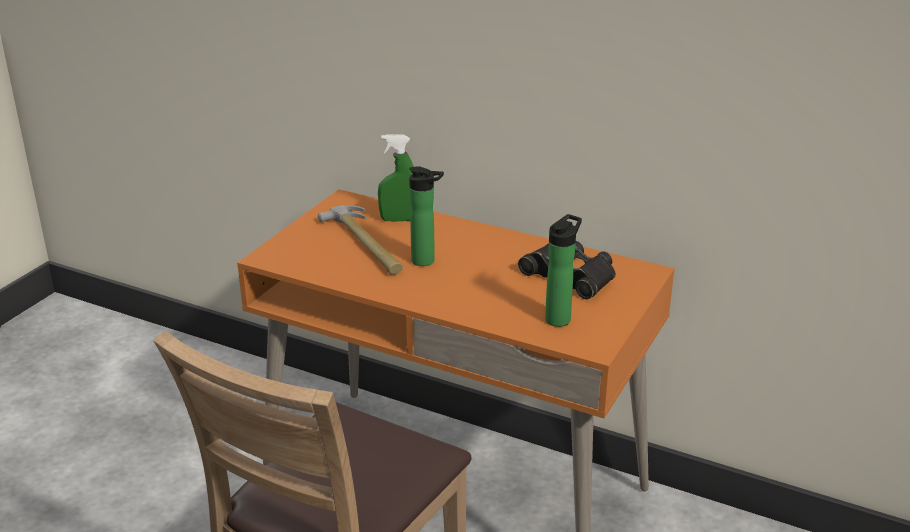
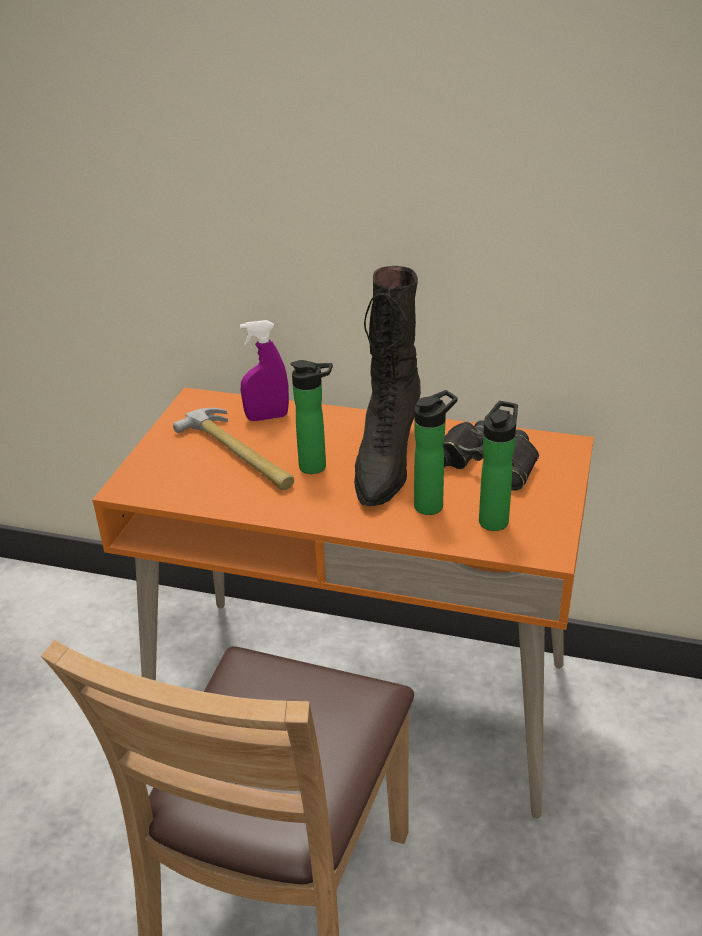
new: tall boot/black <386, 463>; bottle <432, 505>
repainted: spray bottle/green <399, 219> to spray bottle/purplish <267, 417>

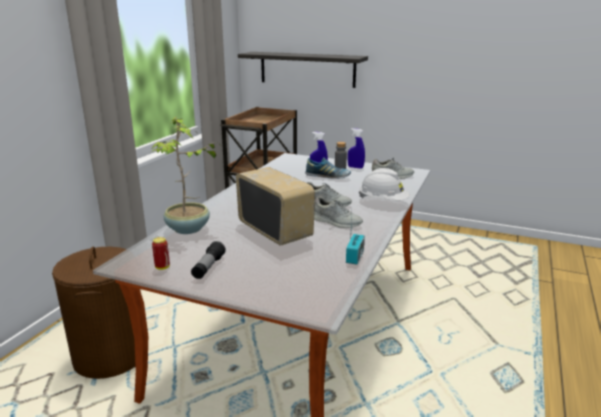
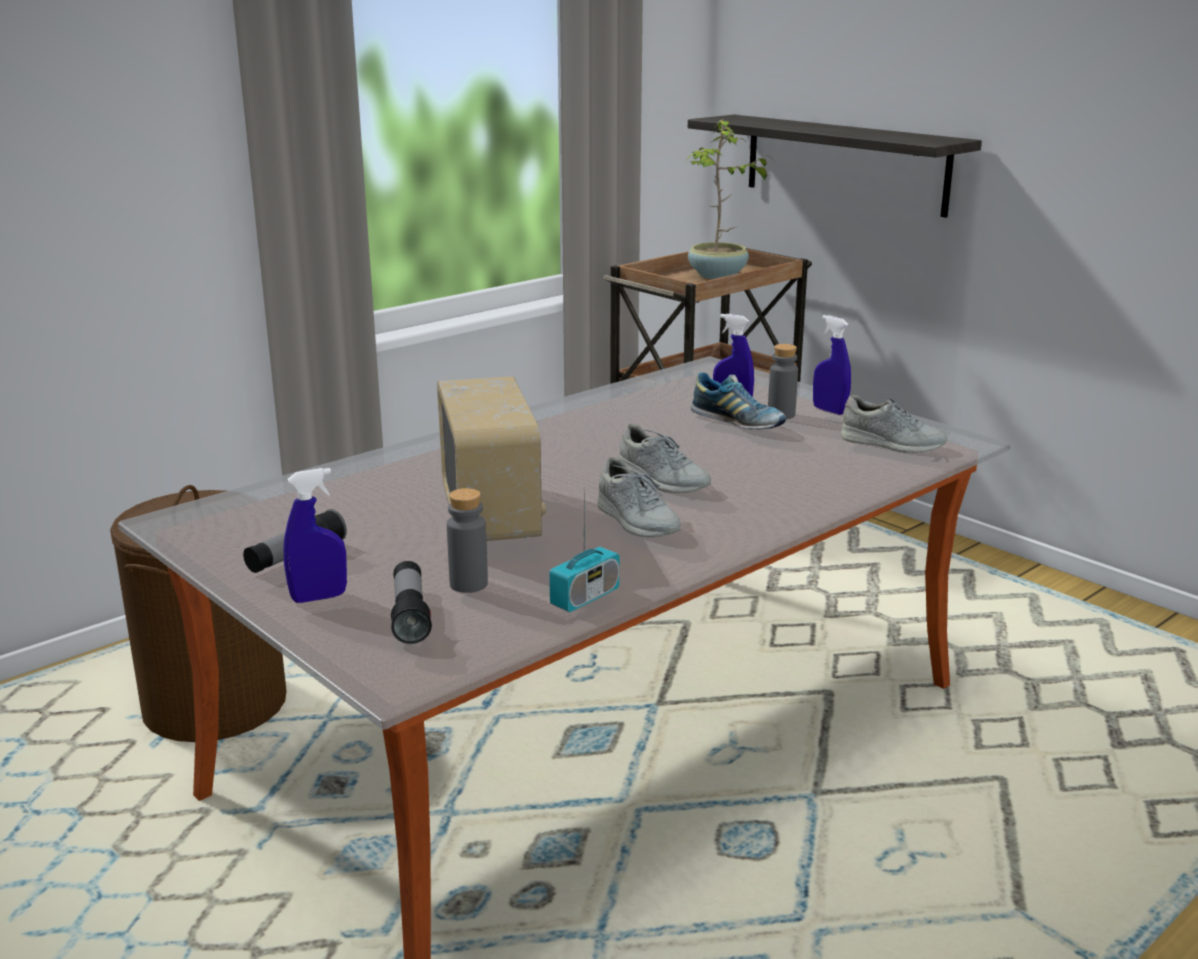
gone: sealed can <162, 267>; work helmet/whitish <383, 201>
new: spray bottle/bluish <319, 597>; hand torch <410, 615>; bottle/greyish <468, 584>
shifted: potted plant <188, 229> to <717, 276>

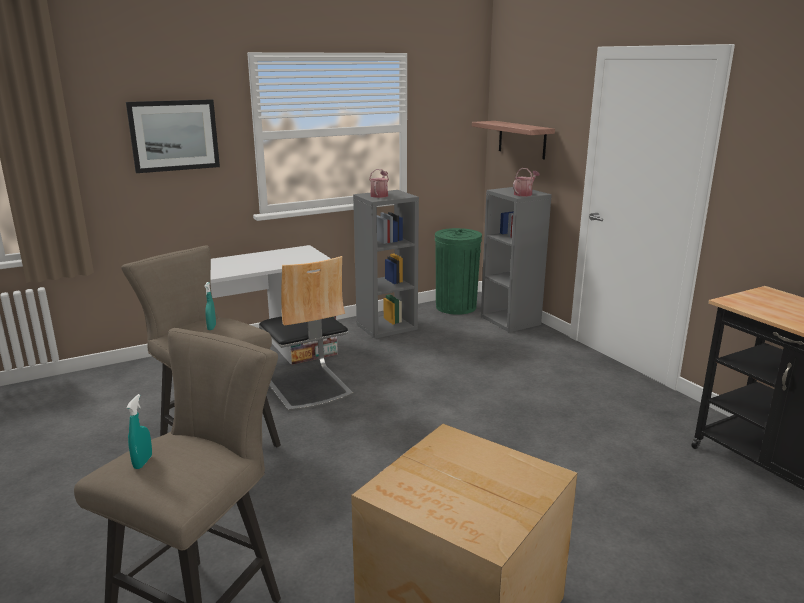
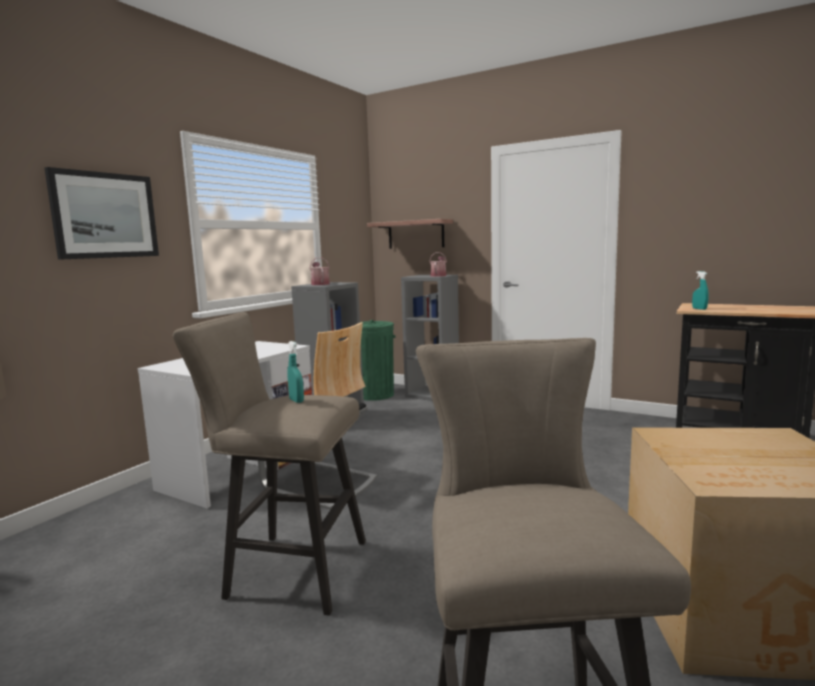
shifted: spray bottle/turquoise <143, 462> to <699, 309>

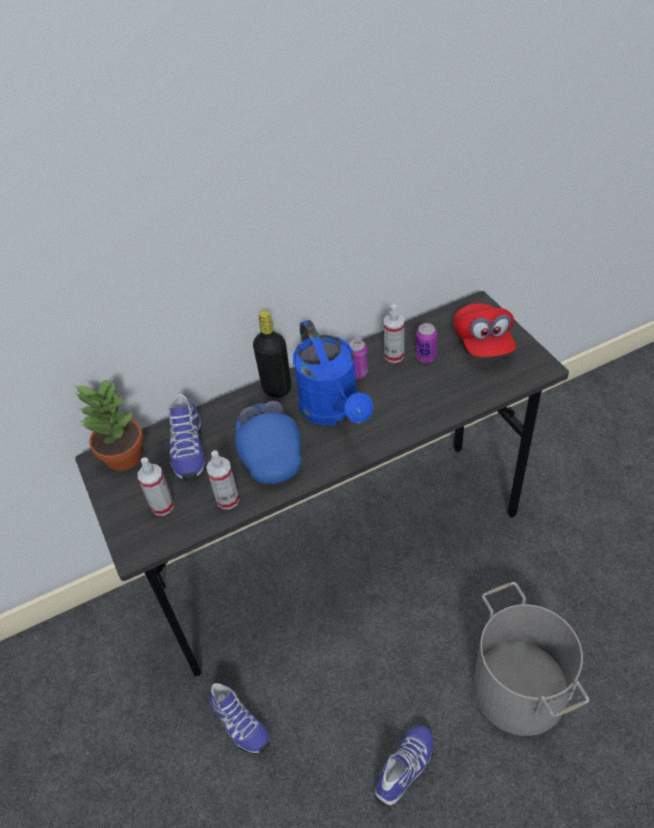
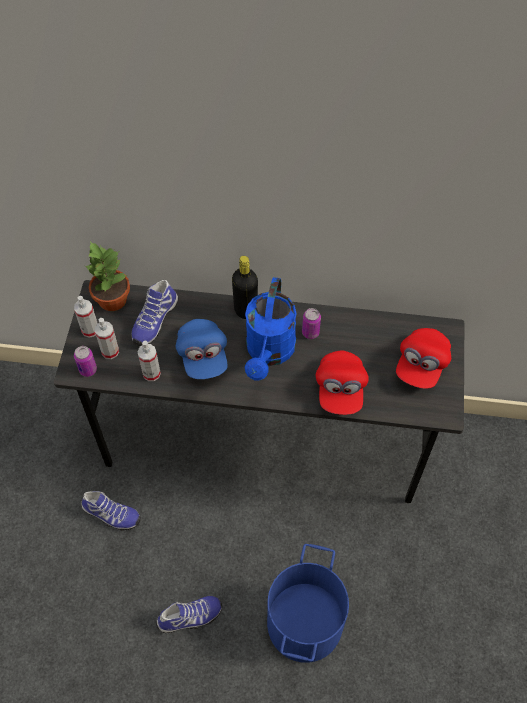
new: baseball cap/red <340, 390>
shifted: spray bottle <394, 355> to <90, 330>; sealed can <425, 357> to <88, 370>
repainted: water bucket/greyish <518, 690> to water bucket/bluish <303, 623>
rotated: item of footwear <238, 723> = <110, 515> 60 degrees counterclockwise; baseball cap/bluish <270, 452> = <203, 356> 150 degrees clockwise

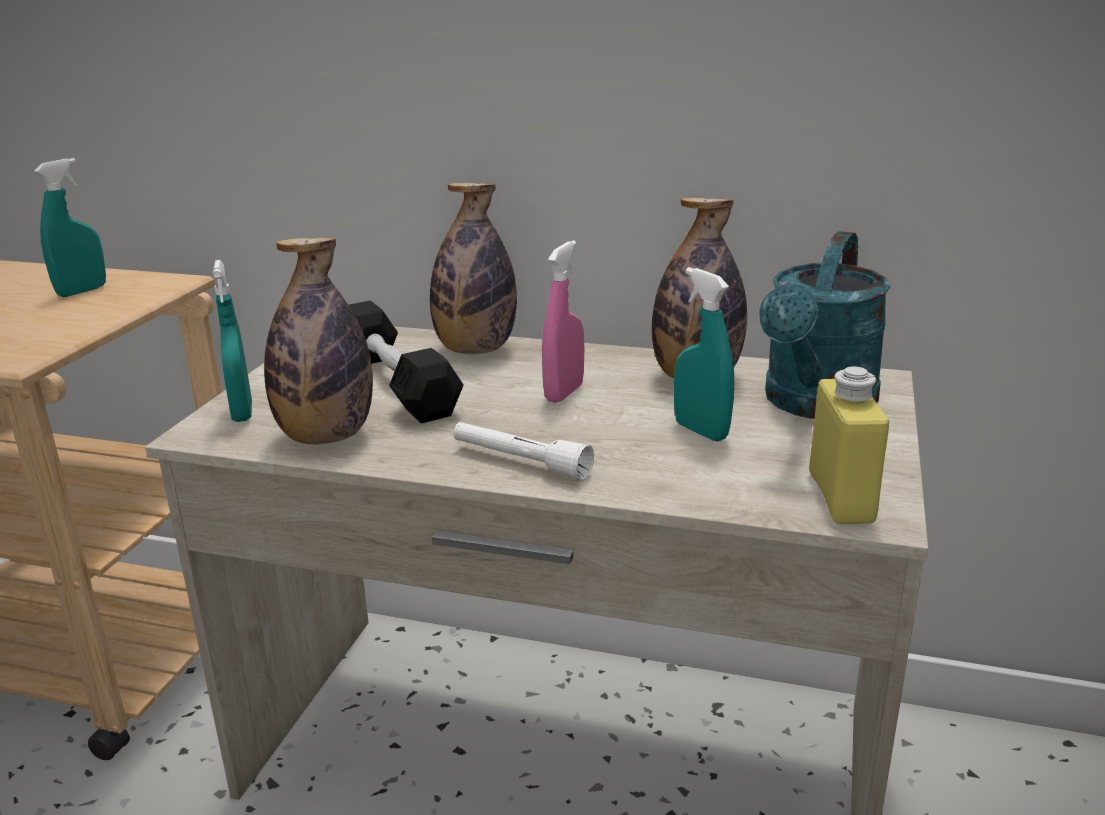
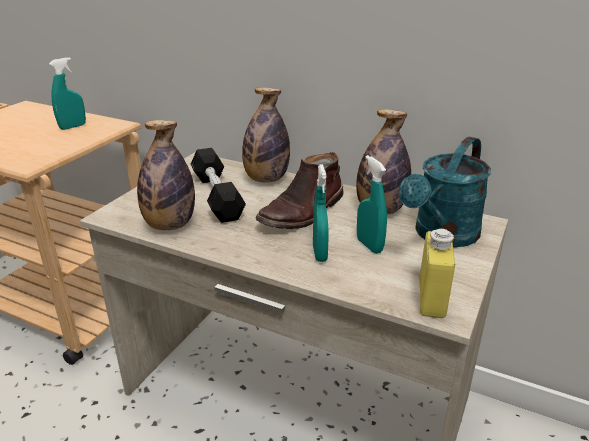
gone: hand torch/whitish <520, 462>
shifted: spray bottle/turquoise <242, 412> to <319, 253>
swapped: spray bottle/pink-coloured <564, 393> to tall boot/brown <303, 212>

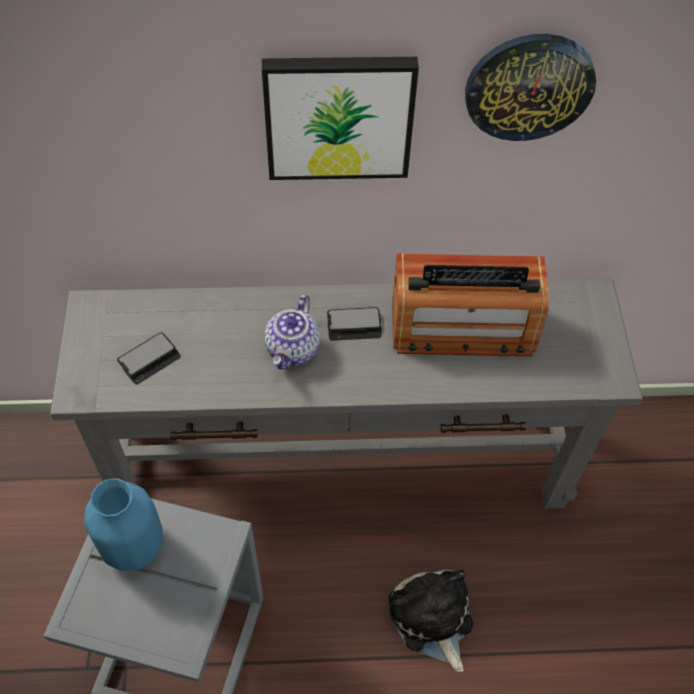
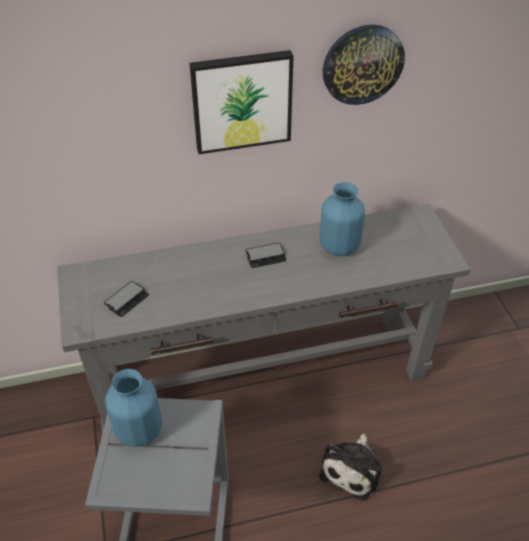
gone: pot for tea <293, 349>
swapped: radio receiver <462, 327> to flower vase/bluish <339, 246>
rotated: plush toy <431, 619> = <353, 469> 120 degrees counterclockwise

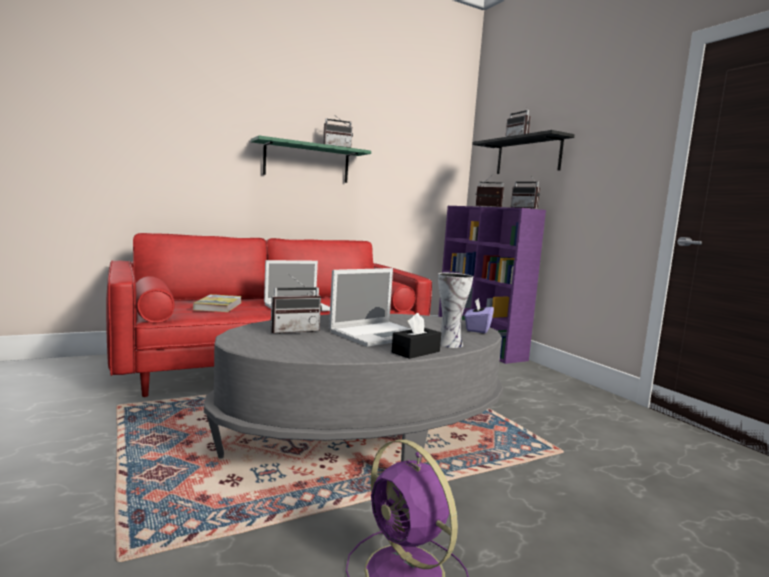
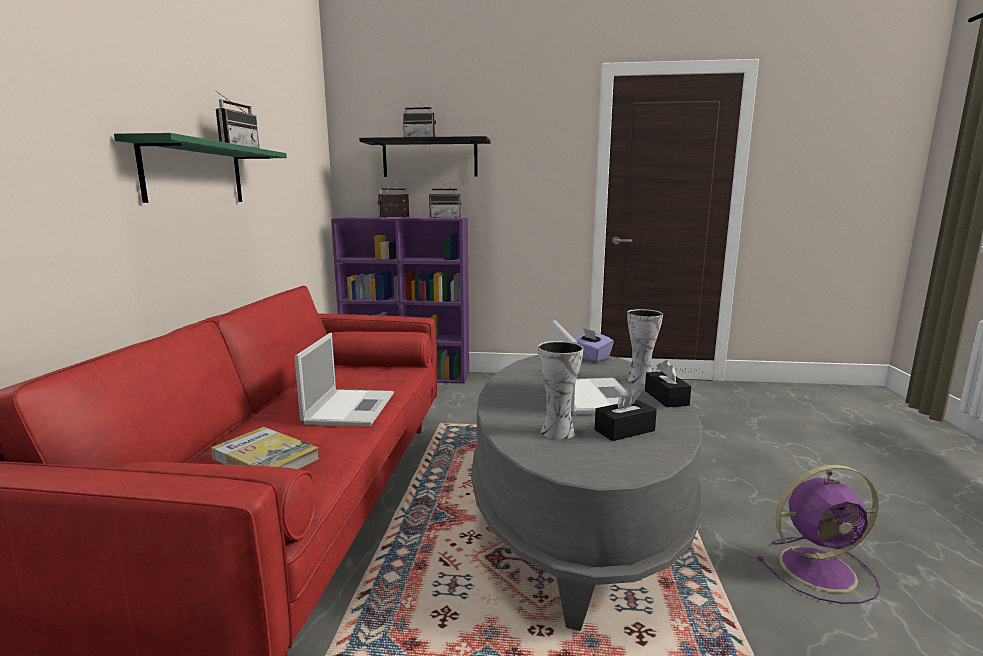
new: tissue holder/black <624, 430>
swapped: radio receiver <294, 330> to flower vase <556, 431>

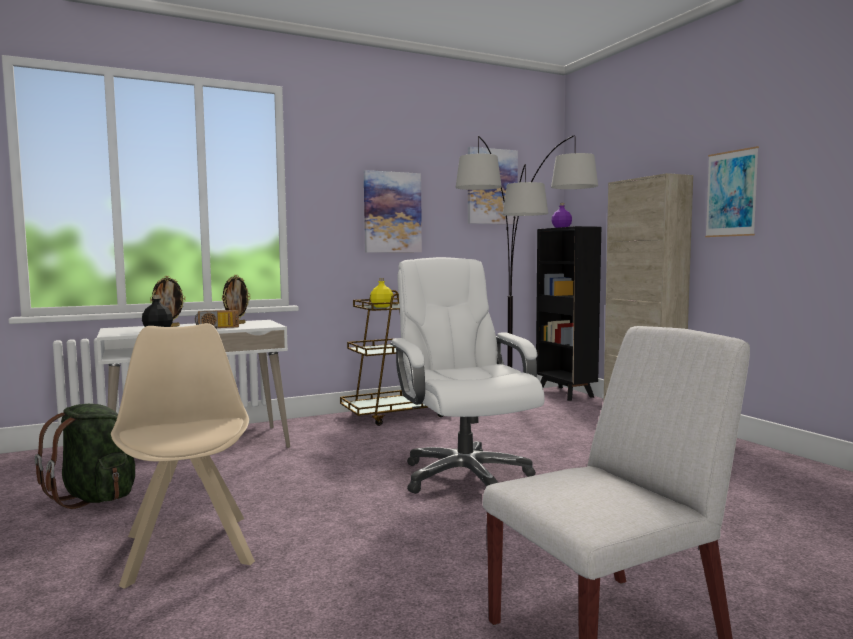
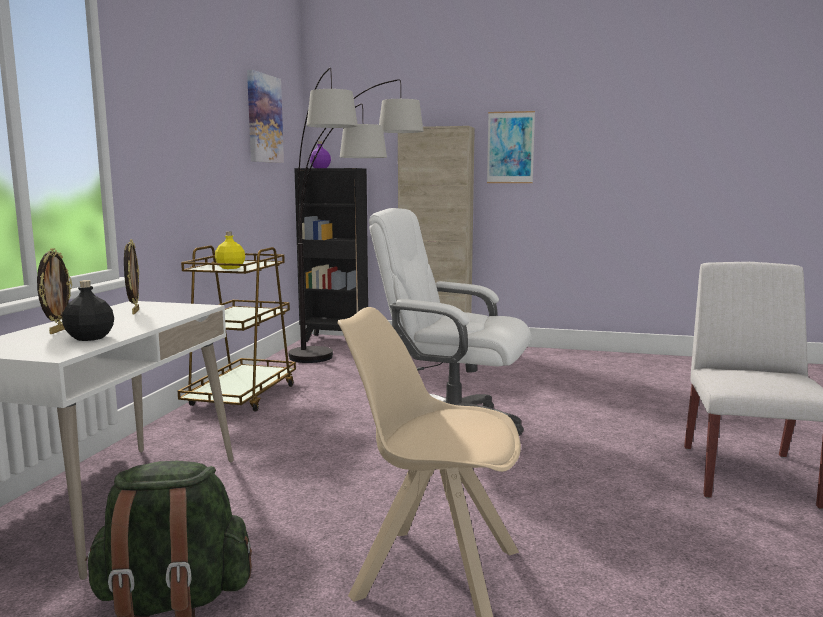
gone: radio receiver <217, 328>; picture <392, 212>

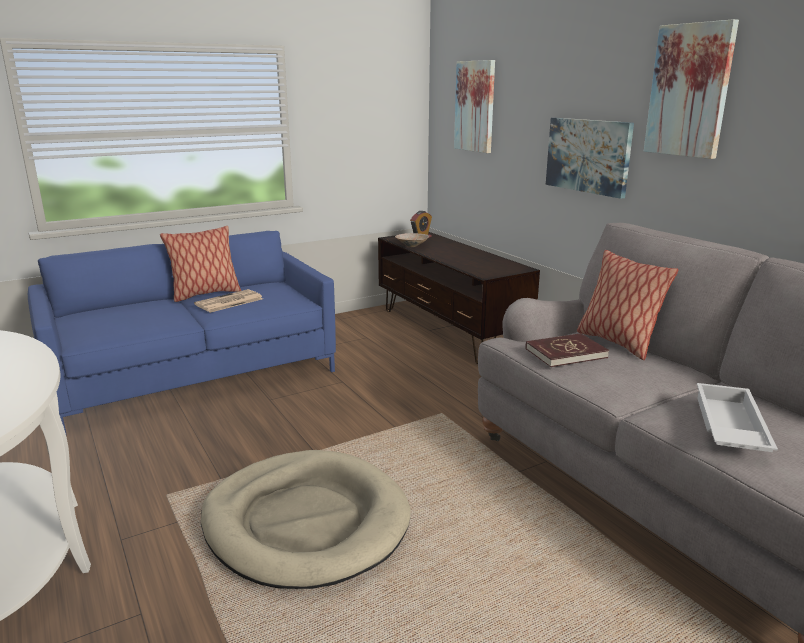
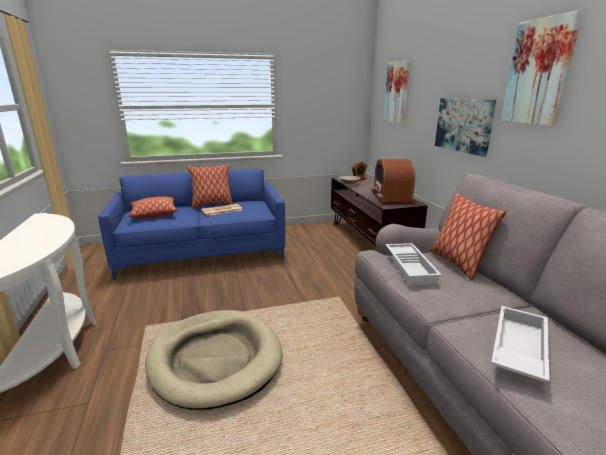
new: cushion <154, 213>; radio receiver <391, 198>
swapped: bound book/red <565, 353> to tray/whitish <411, 267>

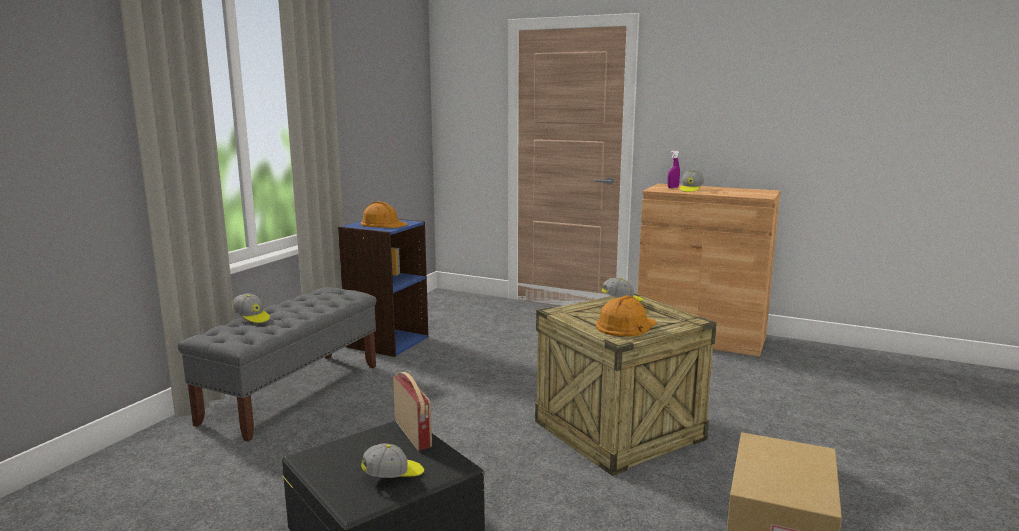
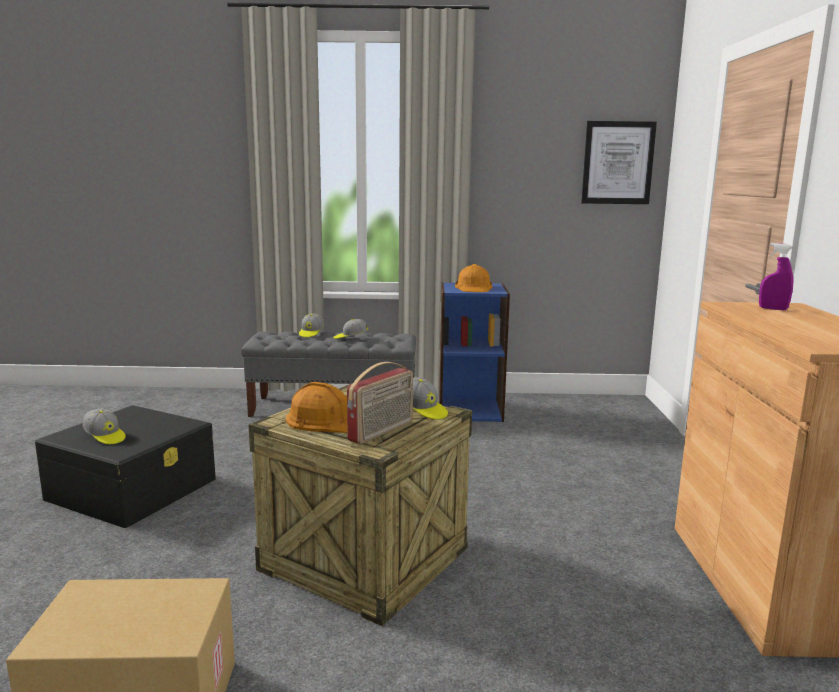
new: picture <617, 163>
shifted: baseball cap <691, 189> to <350, 338>; radio receiver <413, 433> to <382, 431>

